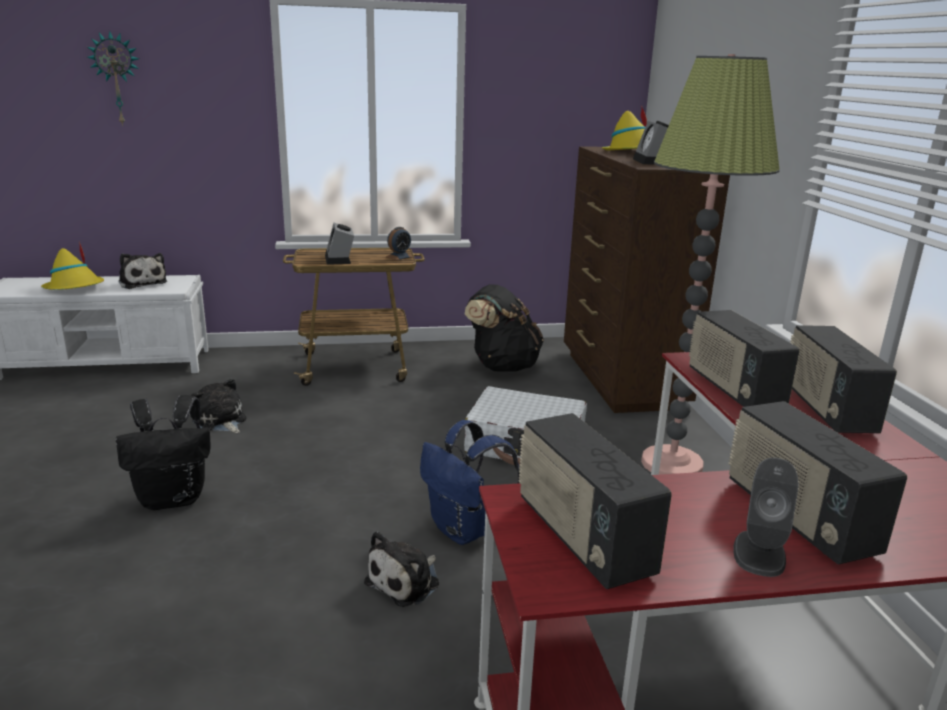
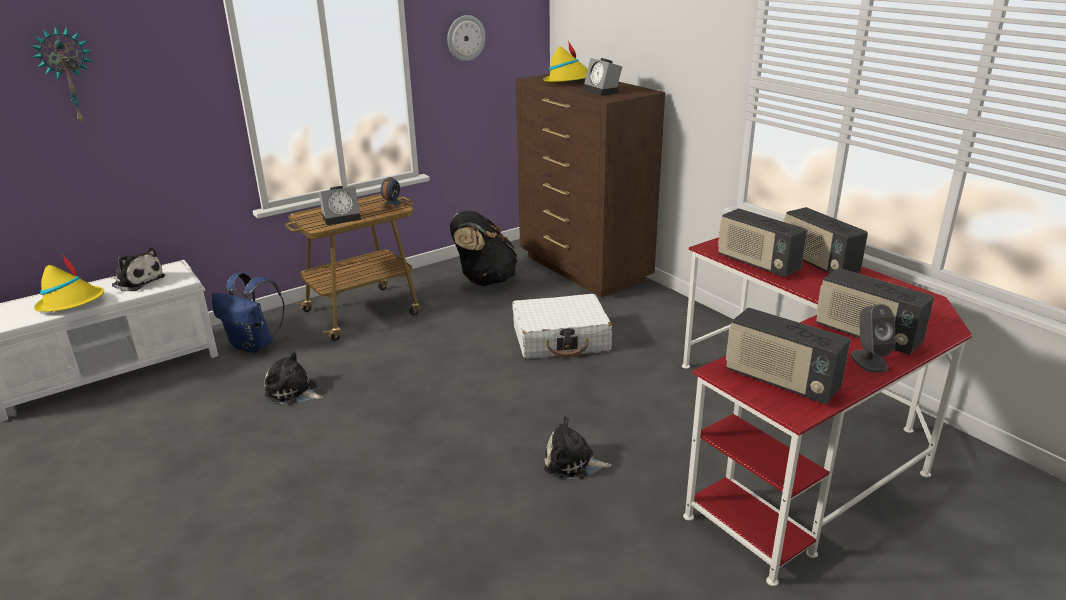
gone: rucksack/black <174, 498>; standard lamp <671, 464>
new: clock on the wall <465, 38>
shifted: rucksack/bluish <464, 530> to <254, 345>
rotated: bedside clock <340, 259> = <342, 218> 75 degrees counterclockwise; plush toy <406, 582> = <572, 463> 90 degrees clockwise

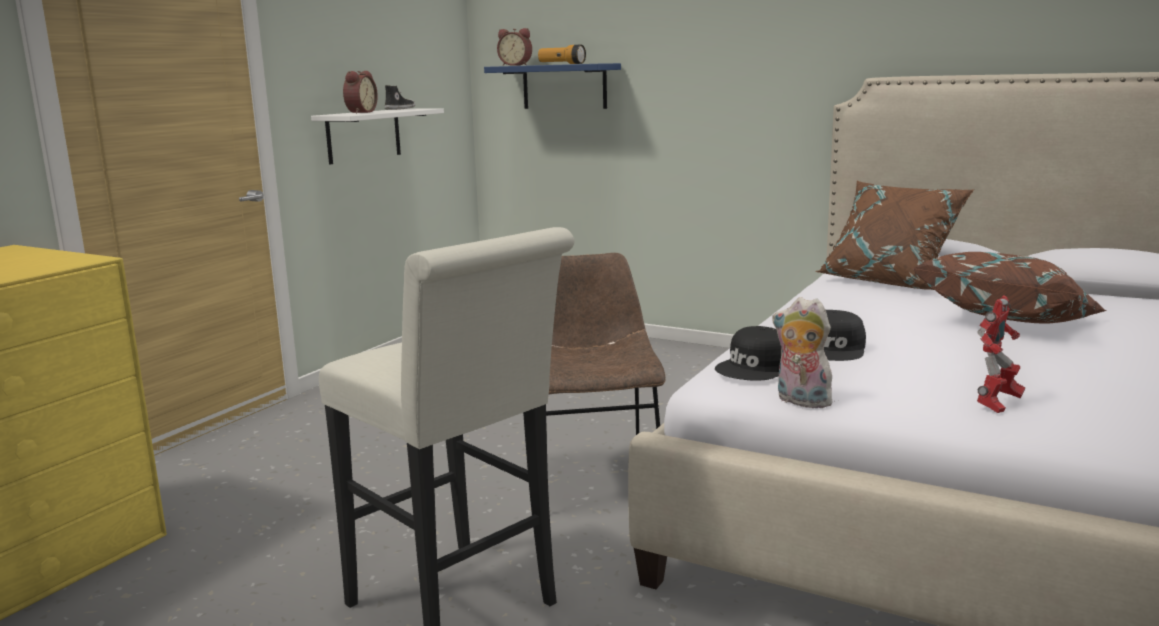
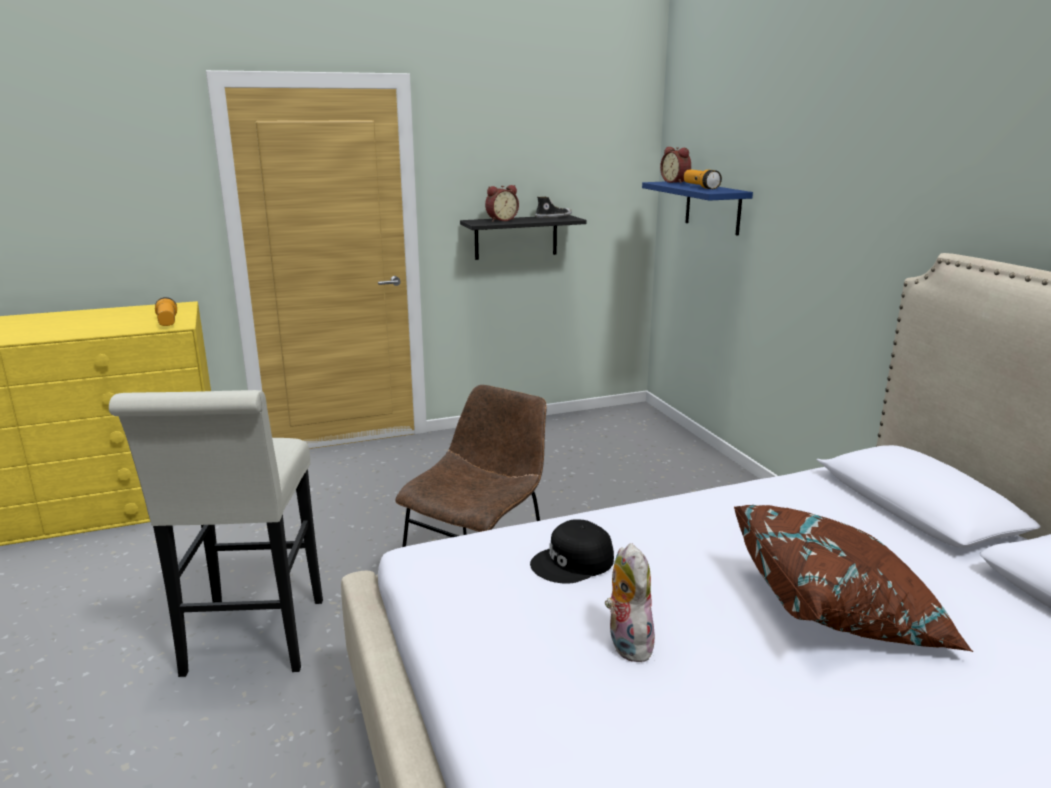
gone: baseball cap/black <756, 367>; cushion/brown <889, 281>; model robot <997, 405>
new: hand torch <167, 322>
shifted: plush toy <800, 401> to <626, 643>
repainted: wall shelf/whitish <364, 135> to wall shelf/black <516, 237>

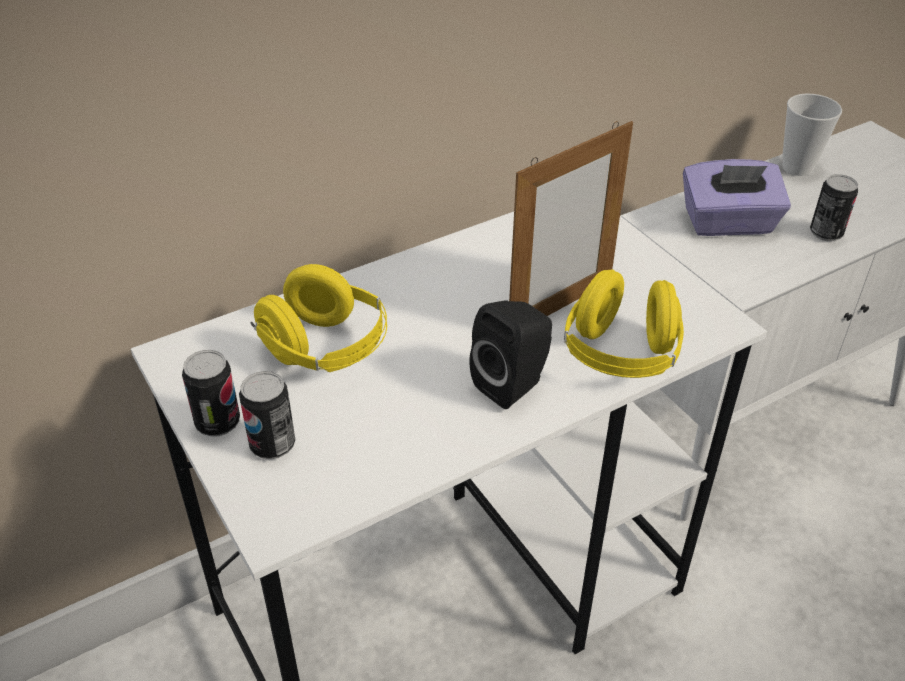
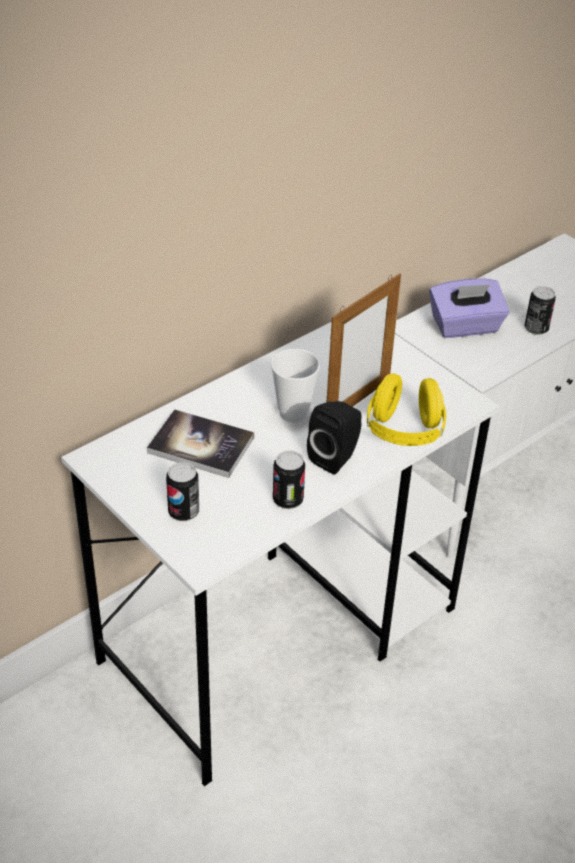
shifted: cup <797, 168> to <293, 413>; sealed can <218, 423> to <288, 500>
swapped: headphones/yellow-coloured <325, 349> to bound book <201, 445>

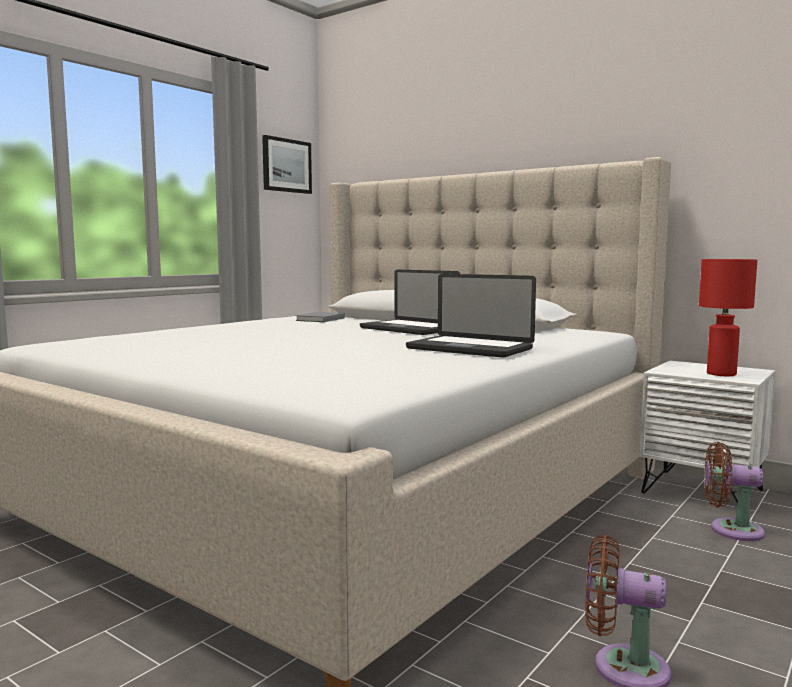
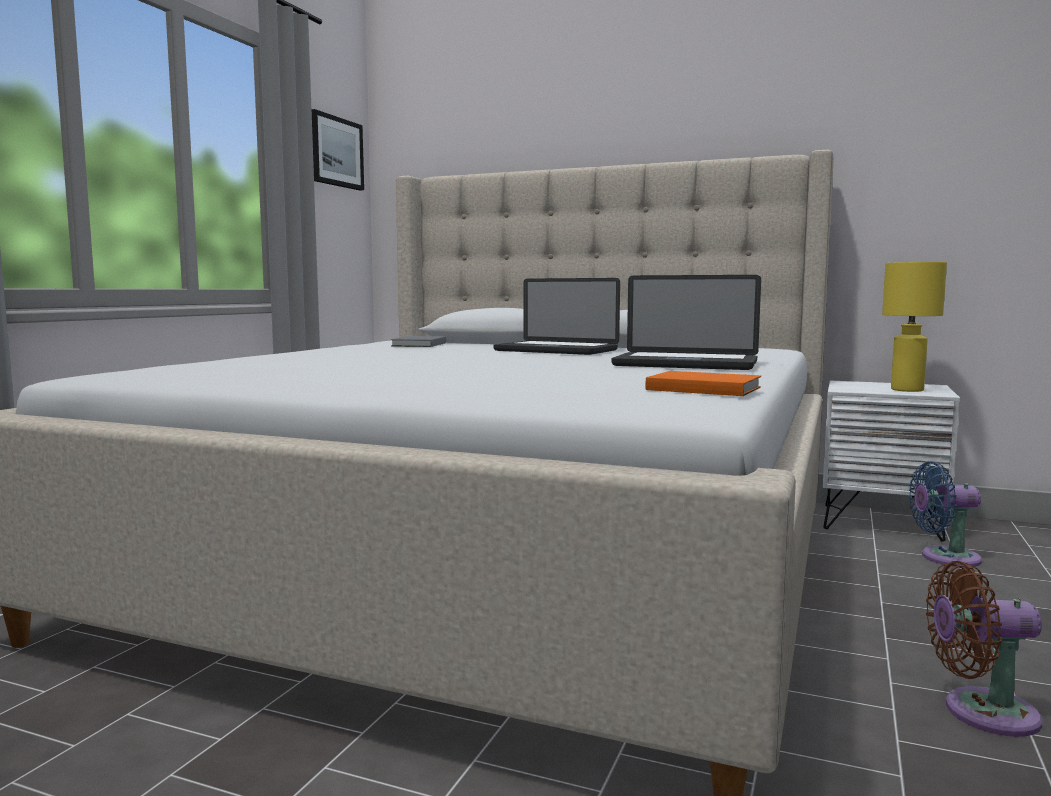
new: bound book/orange-coloured <701, 388>
repainted: table lamp/red <721, 374> to table lamp/yellow-coloured <907, 390>; electric fan/brown <730, 530> to electric fan/bluish <944, 558>

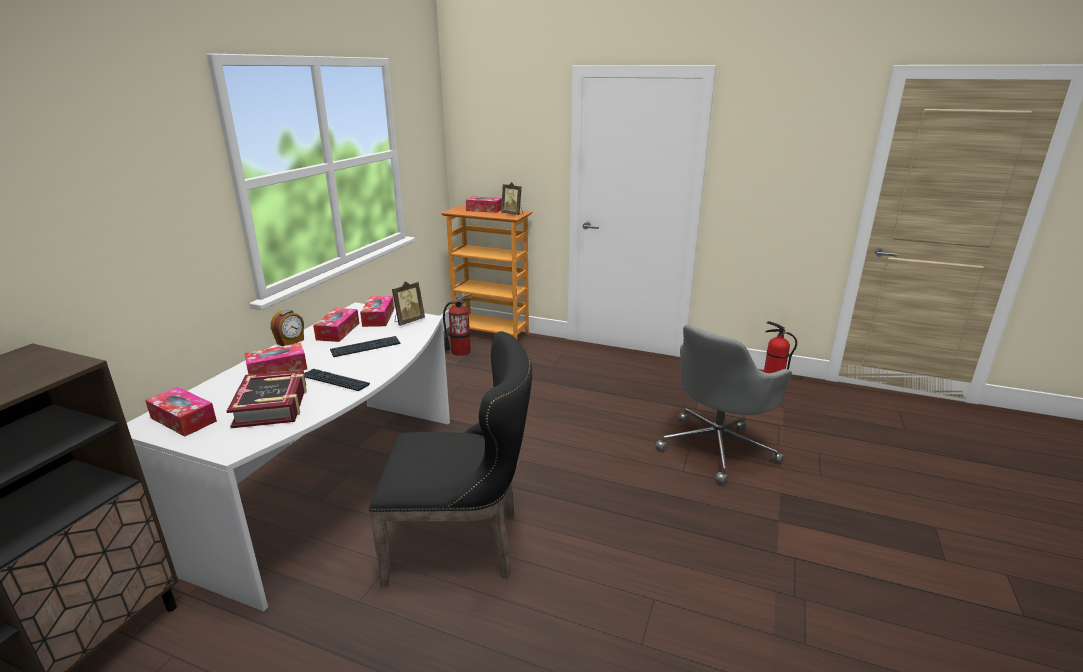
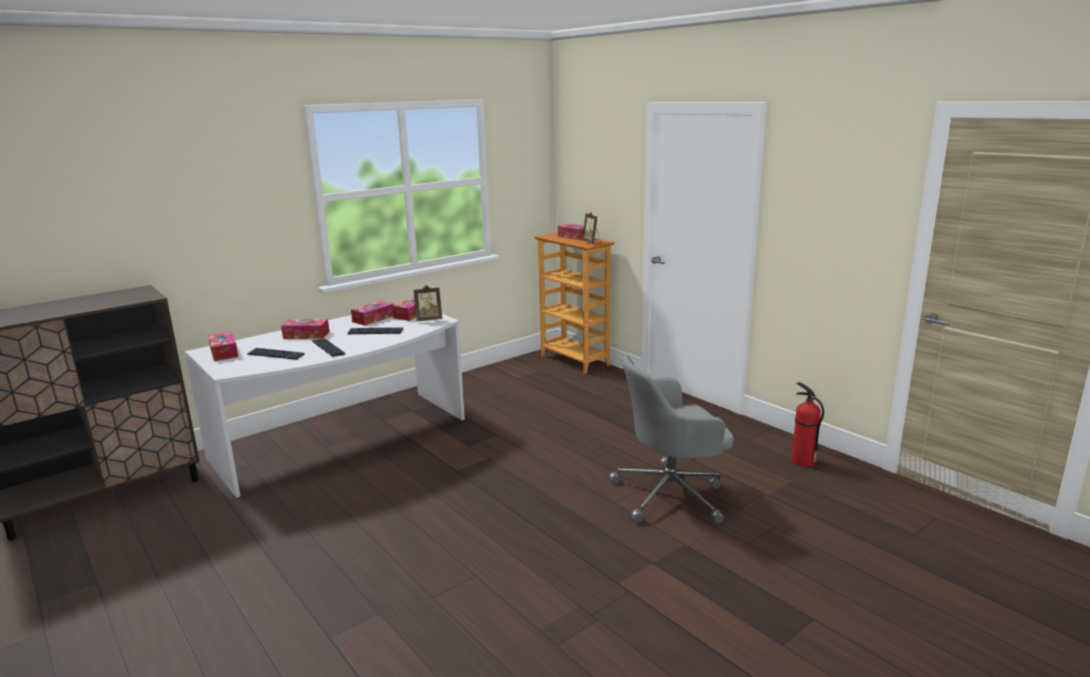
gone: bedside clock <290, 342>; plain chair/black <463, 544>; extinguisher <460, 351>
swapped: bound book <272, 406> to PC keyboard <275, 355>

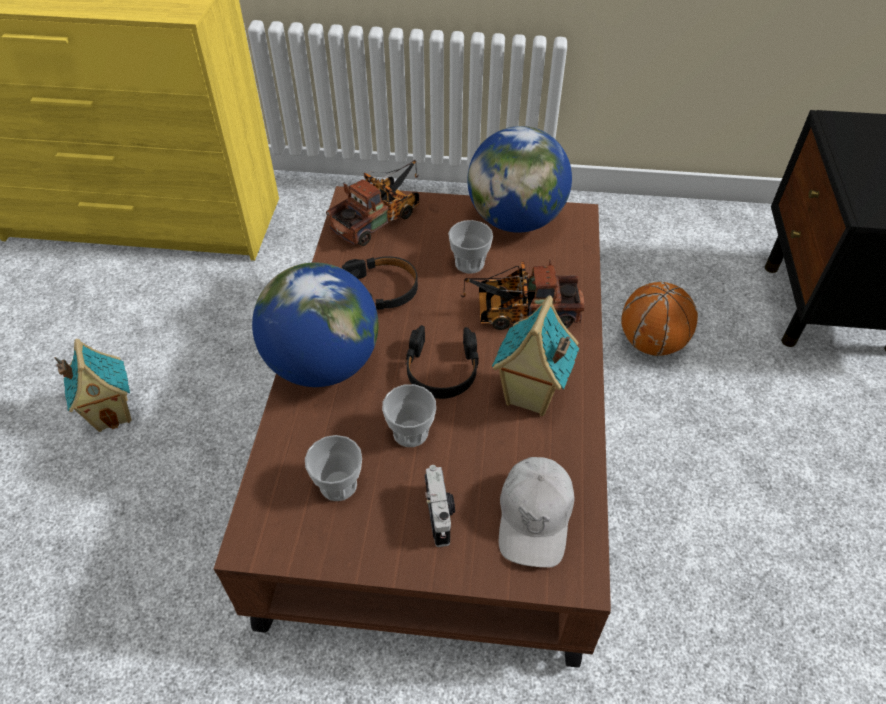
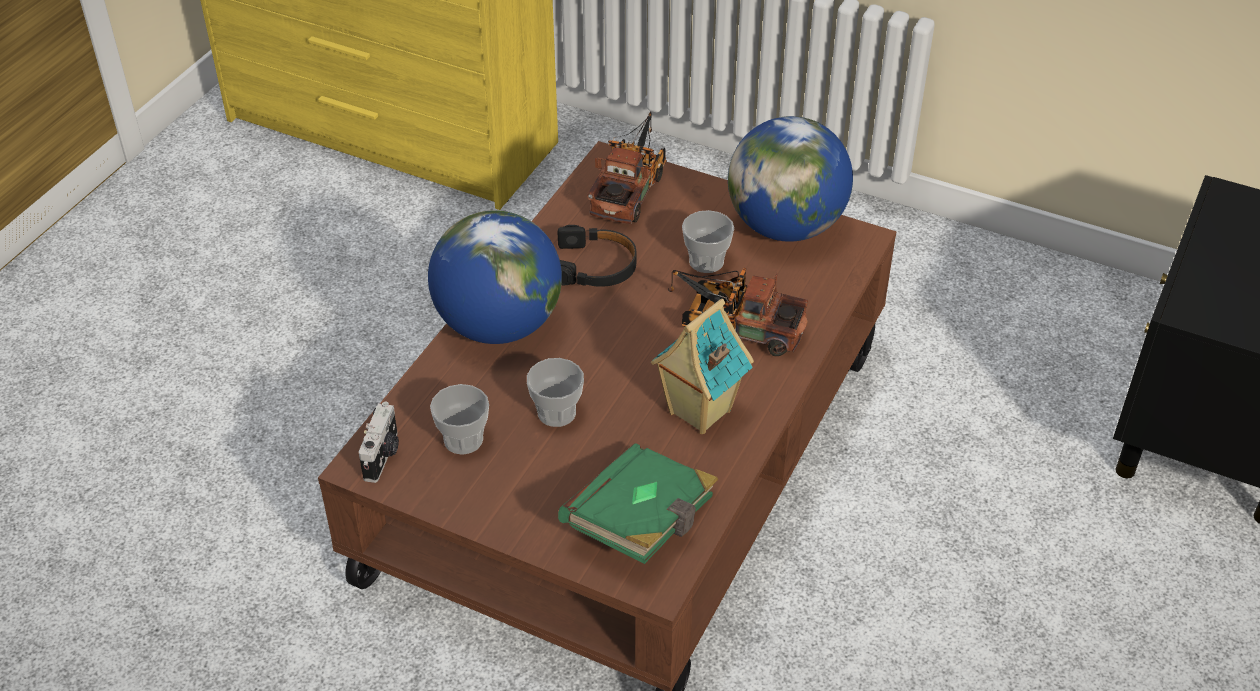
gone: miniature house <113, 414>; headphones/black <442, 370>; basketball <651, 343>
shifted: still camera <440, 515> to <383, 456>
swapped: baseball cap/whitish <535, 517> to bound book/green <642, 522>
rotated: toy truck <380, 218> = <631, 189> 45 degrees counterclockwise

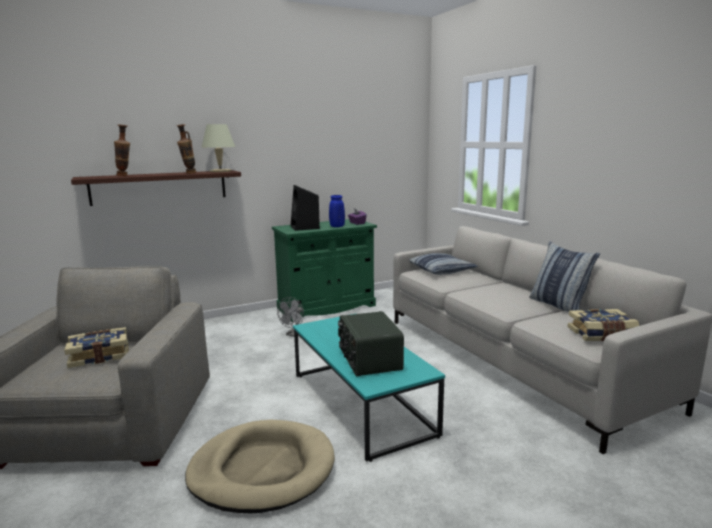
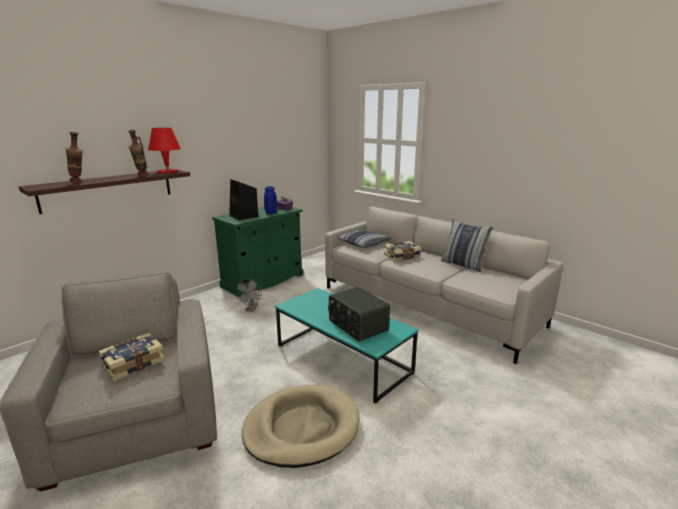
shifted: bound book <601, 335> to <402, 256>
repainted: table lamp/sand-coloured <220, 171> to table lamp/red <167, 171>

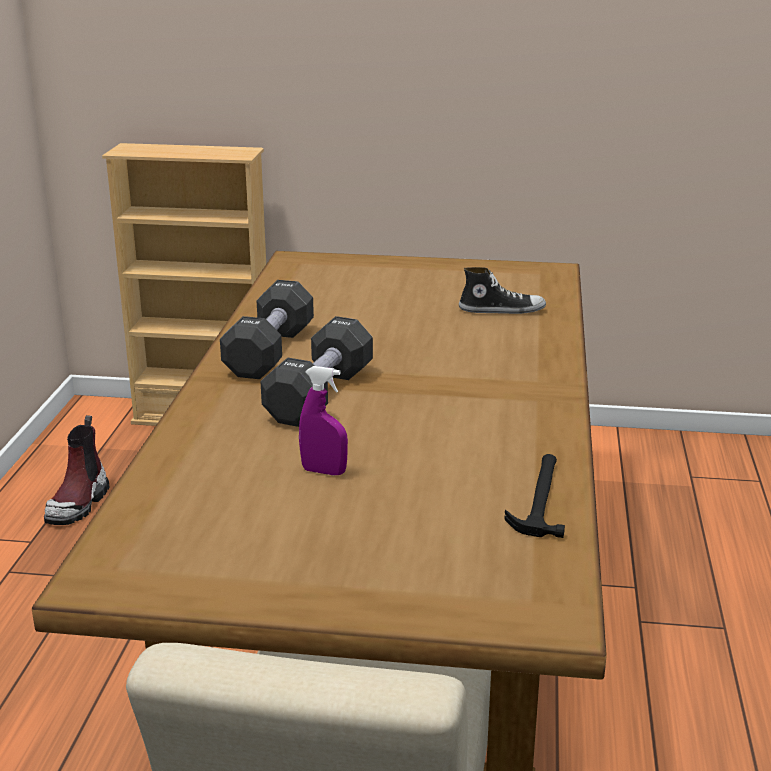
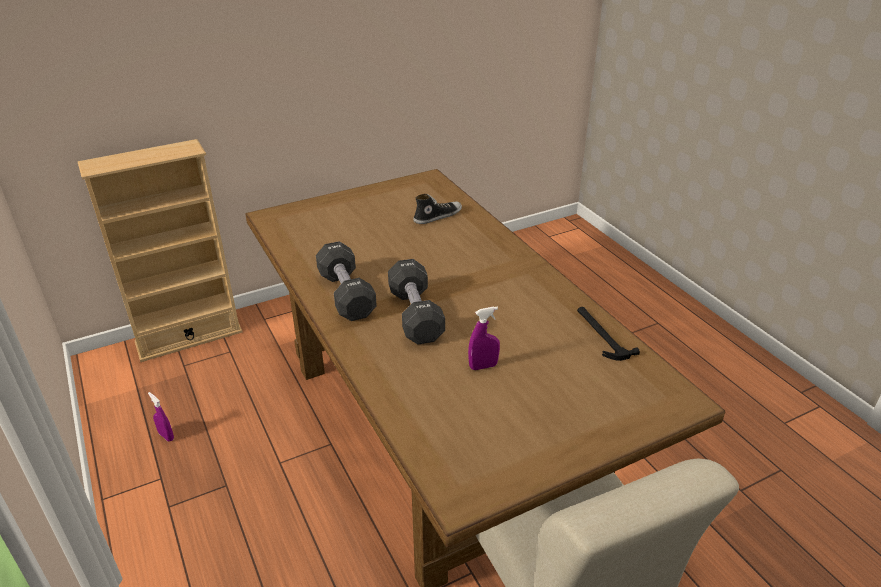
swapped: tall boot <78, 504> to spray bottle/purplish <166, 436>

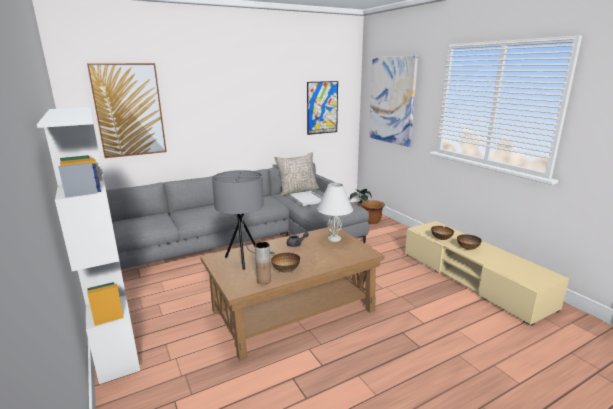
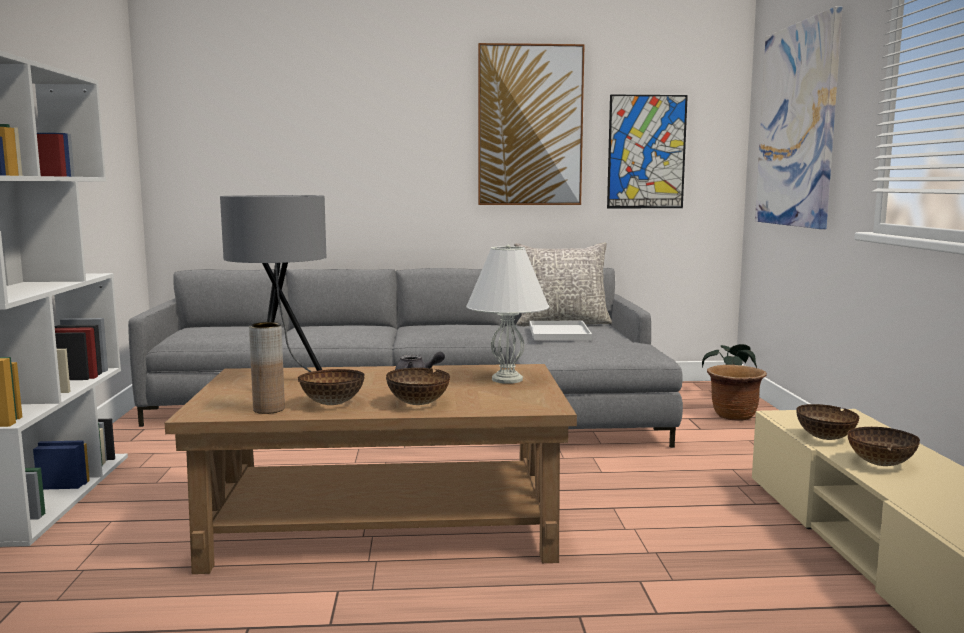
new: serving bowl <418, 404>
shifted: picture <129, 110> to <530, 126>

